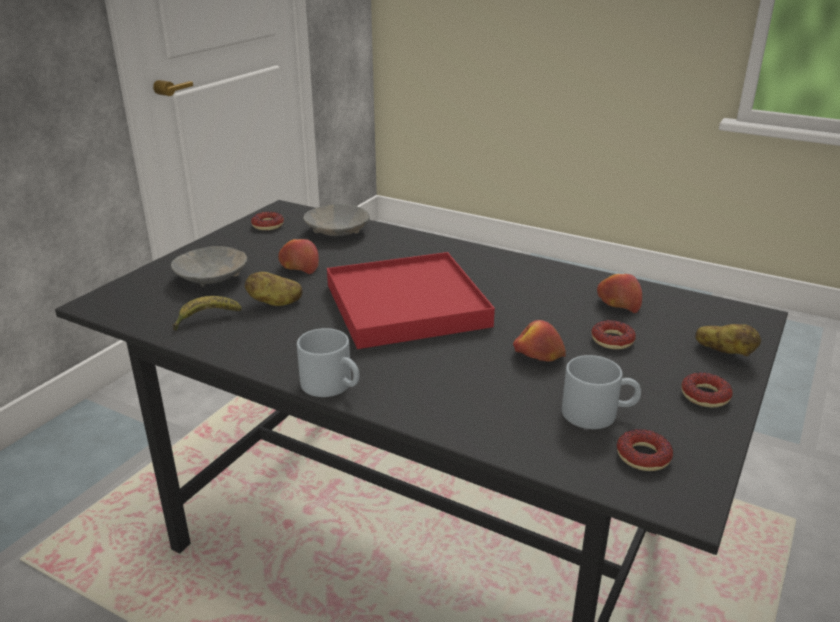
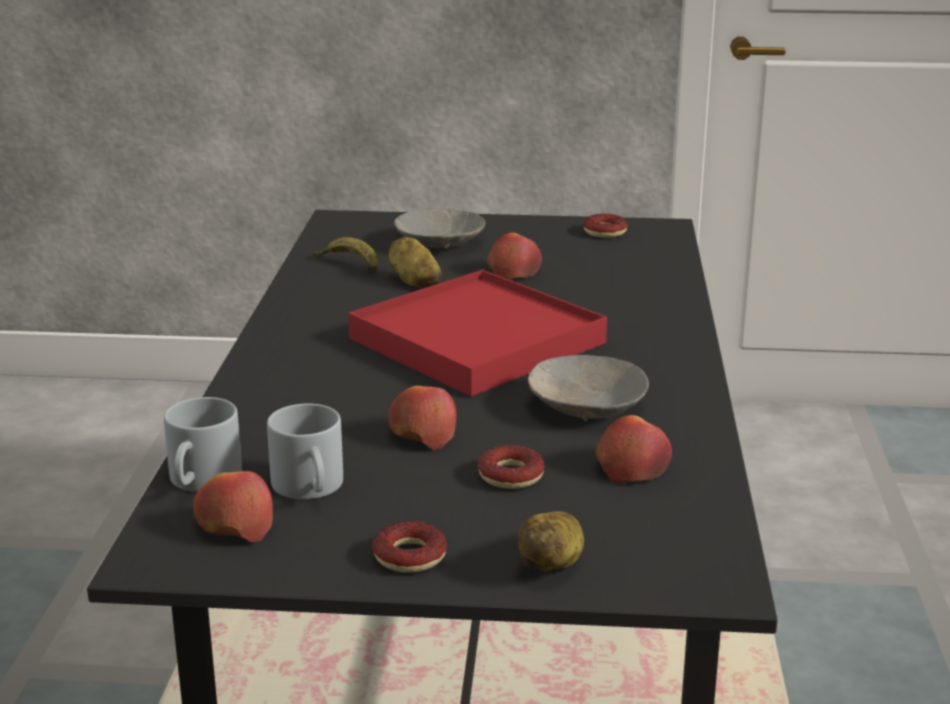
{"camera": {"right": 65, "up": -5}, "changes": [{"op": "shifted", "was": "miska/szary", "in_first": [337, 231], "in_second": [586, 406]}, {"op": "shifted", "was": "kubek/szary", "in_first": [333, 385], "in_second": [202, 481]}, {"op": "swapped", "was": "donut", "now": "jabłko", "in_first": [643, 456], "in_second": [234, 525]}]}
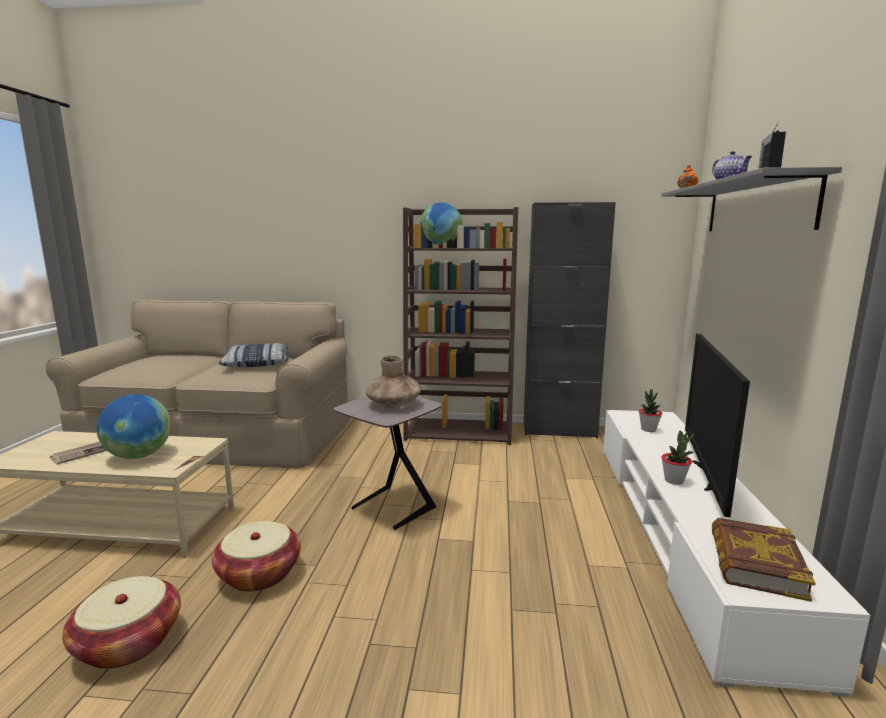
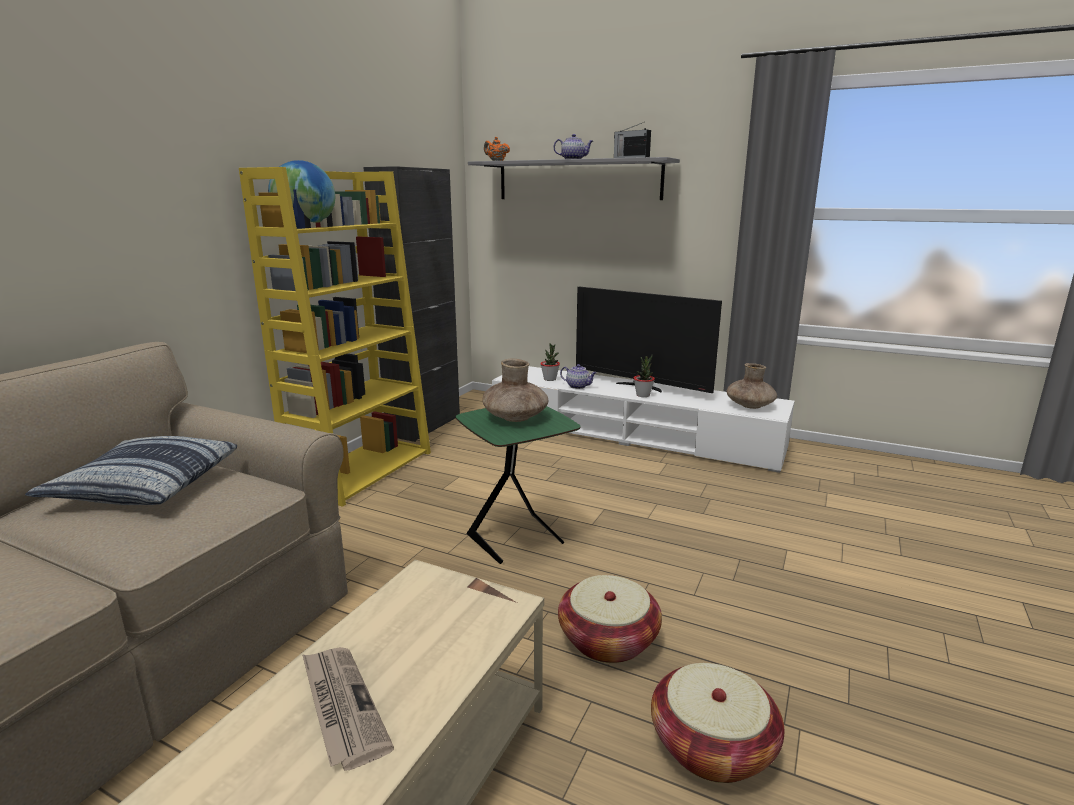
{"camera": {"right": -70, "up": 5}, "changes": [{"op": "repainted", "was": "regał/brązowy", "now": "regał/żółty", "in_first": [460, 432], "in_second": [362, 469]}, {"op": "gone", "was": "globus", "in_first": [138, 456]}, {"op": "repainted", "was": "stolik/szary", "now": "stolik/zielony", "in_first": [391, 509], "in_second": [518, 539]}, {"op": "swapped", "was": "książka", "now": "wazon/brązowy", "in_first": [755, 563], "in_second": [750, 406]}, {"op": "new", "now": "imbryk", "in_second": [578, 386]}]}
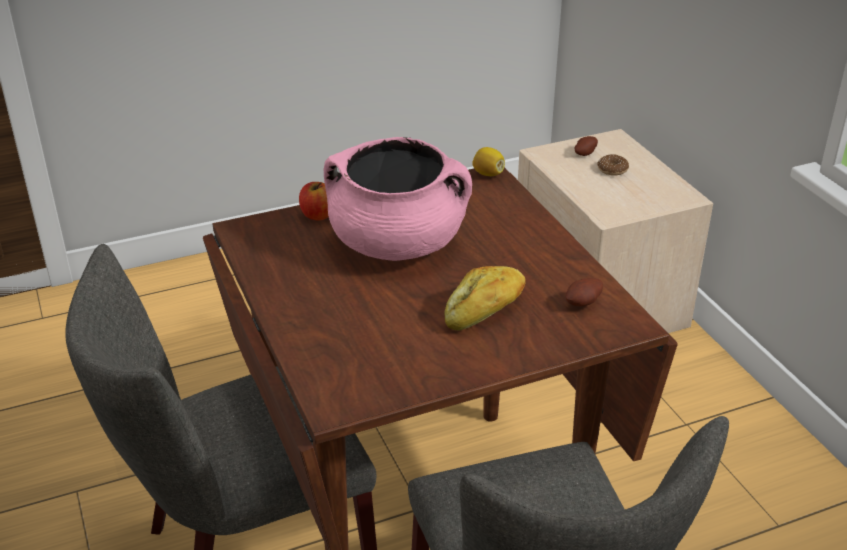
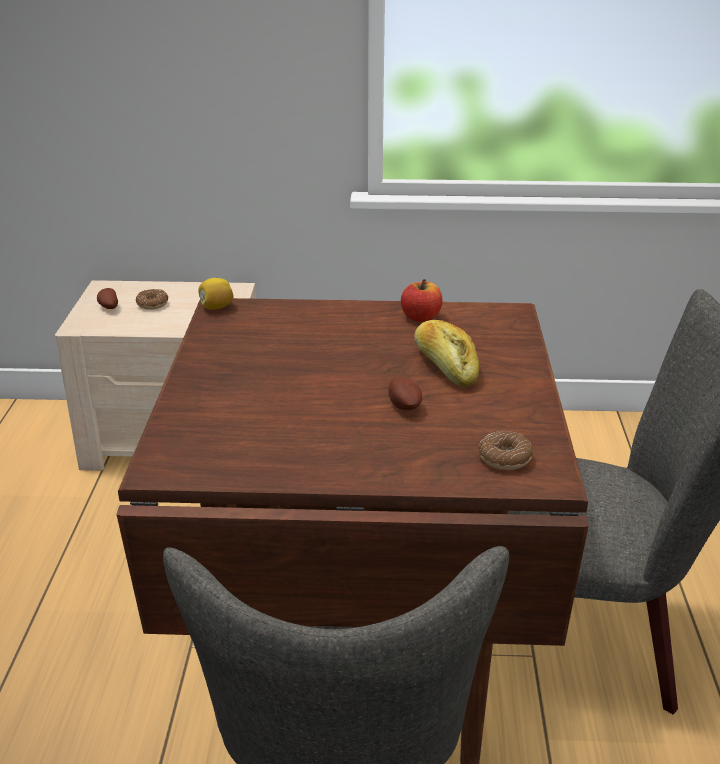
{"camera": {"right": -65, "up": -5}, "changes": [{"op": "gone", "was": "garnek/różowy", "in_first": [398, 244]}, {"op": "shifted", "was": "jabłko", "in_first": [318, 215], "in_second": [421, 317]}, {"op": "shifted", "was": "ziemniak", "in_first": [584, 303], "in_second": [405, 406]}, {"op": "new", "now": "donut", "in_second": [505, 458]}]}
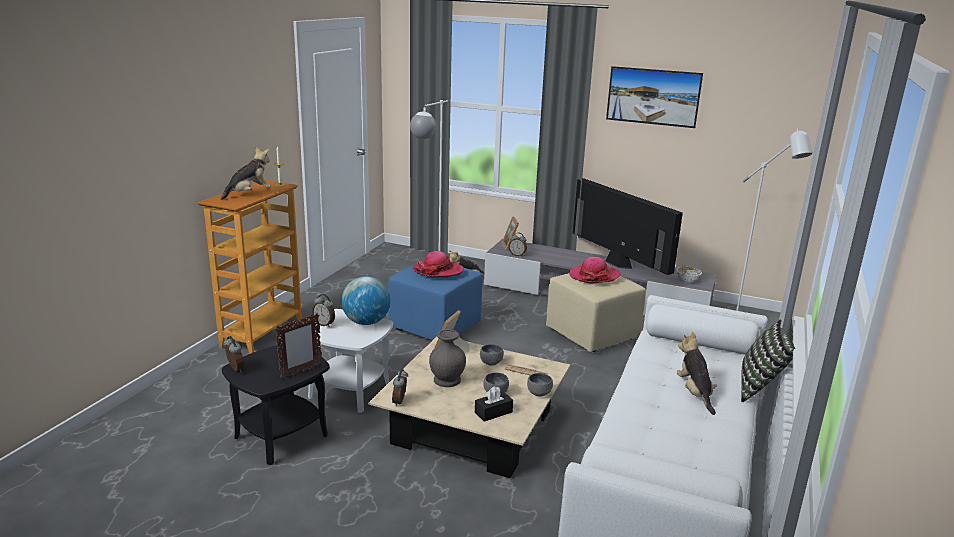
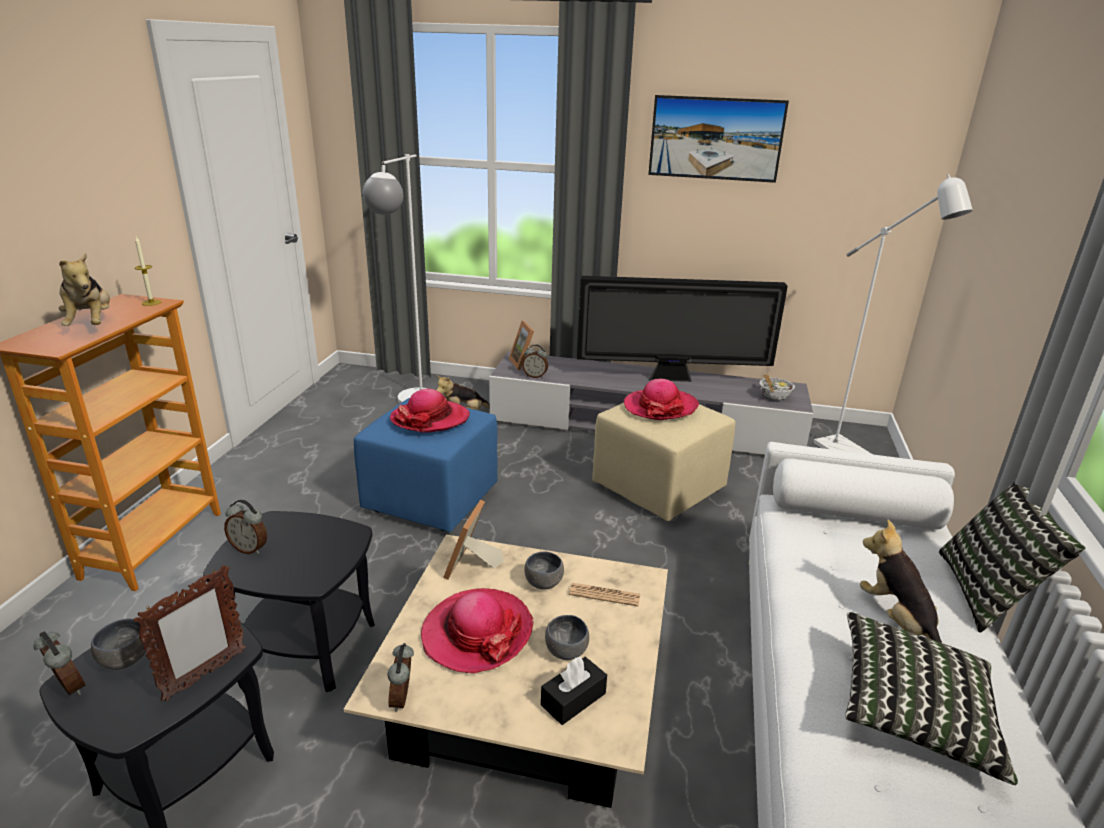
{"camera": {"right": -10, "up": 5}, "changes": [{"op": "rotated", "was": "pluszak", "in_first": [249, 194], "in_second": [91, 324], "clockwise": 120}, {"op": "rotated", "was": "telewizor", "in_first": [616, 263], "in_second": [672, 378], "clockwise": 135}, {"op": "gone", "was": "globus", "in_first": [366, 322]}, {"op": "repainted", "was": "stolik/biały", "now": "stolik/czarny", "in_first": [349, 391], "in_second": [308, 646]}, {"op": "swapped", "was": "wazon/szary", "now": "kapelusz", "in_first": [446, 380], "in_second": [476, 632]}, {"op": "shifted", "was": "miska/szary", "in_first": [538, 393], "in_second": [124, 659]}, {"op": "new", "now": "poduszka", "in_second": [913, 712]}]}
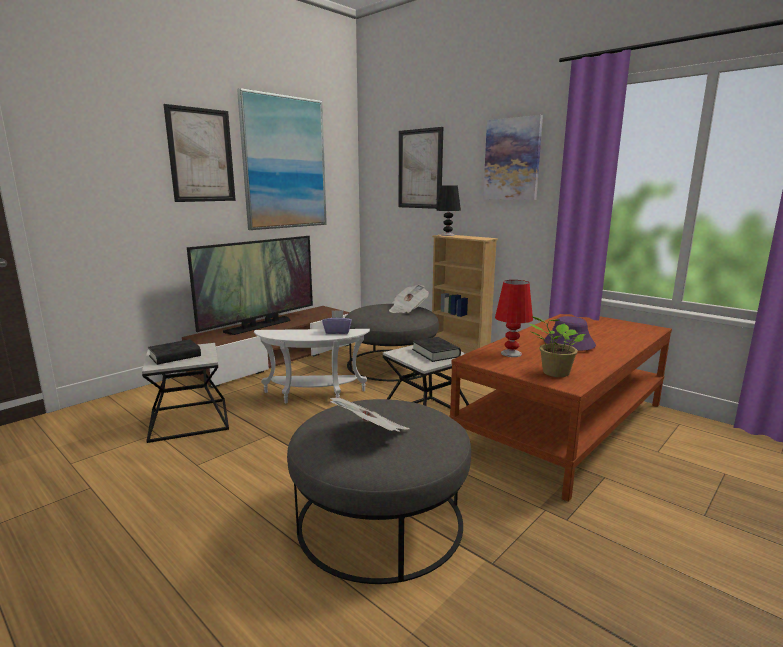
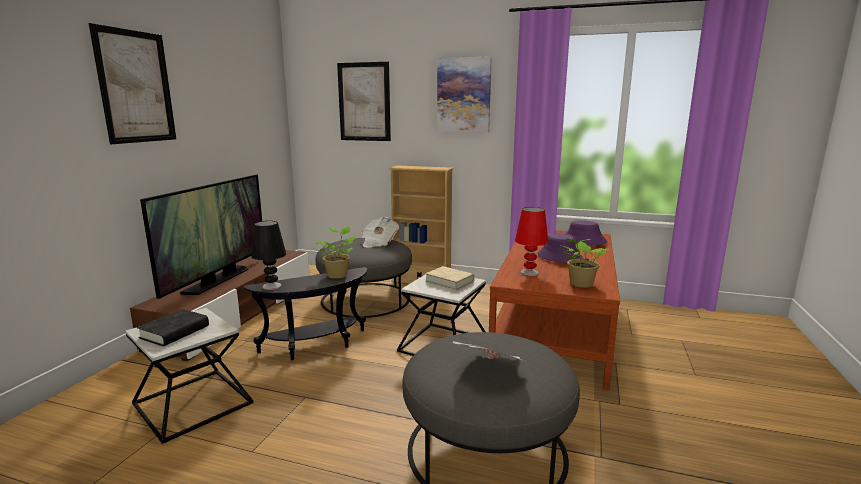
{"camera": {"right": -25, "up": 0}, "changes": [{"op": "gone", "was": "obraz", "in_first": [284, 163]}, {"op": "shifted", "was": "lampa stołowa/czarny", "in_first": [447, 235], "in_second": [272, 286]}, {"op": "swapped", "was": "pudełko chusteczek/fioletowy", "now": "roślina doniczkowa", "in_first": [337, 332], "in_second": [338, 275]}, {"op": "repainted", "was": "stolik/biały", "now": "stolik/czarny", "in_first": [313, 396], "in_second": [316, 346]}, {"op": "repainted", "was": "książka/czarny", "now": "książka/beżowy", "in_first": [435, 353], "in_second": [449, 282]}, {"op": "new", "now": "kapelusz/fioletowy", "in_second": [583, 241]}]}
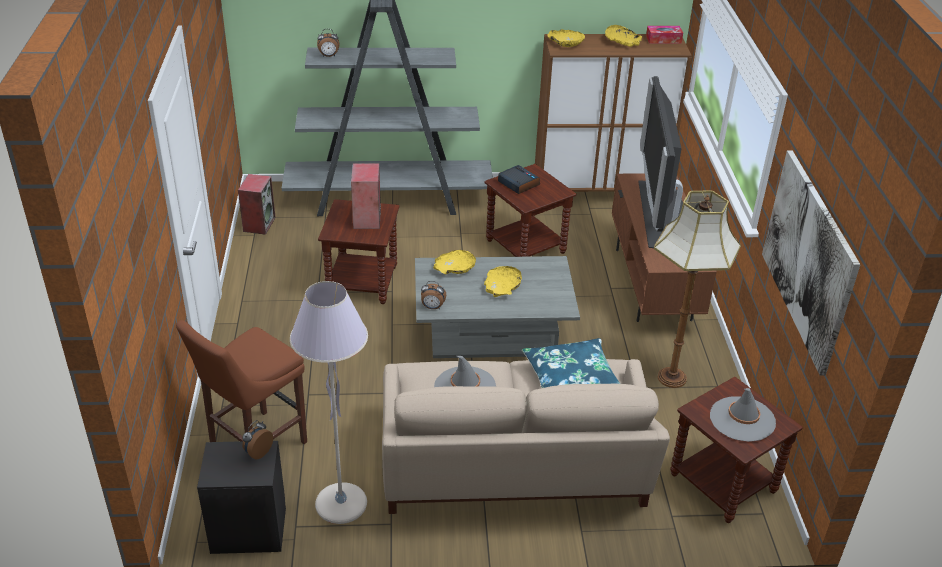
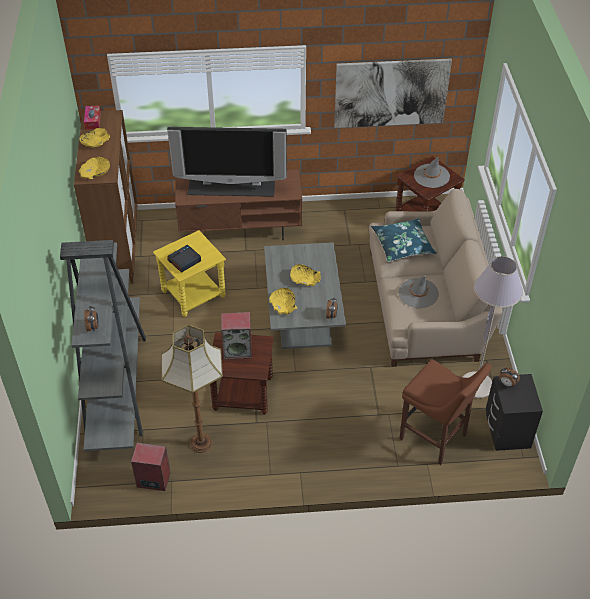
{"camera": {"right": -90, "up": 10}, "changes": [{"op": "repainted", "was": "stolik/brązowy", "now": "stolik/żółty", "in_first": [525, 247], "in_second": [193, 295]}, {"op": "shifted", "was": "lampa stojąca", "in_first": [671, 378], "in_second": [202, 444]}]}
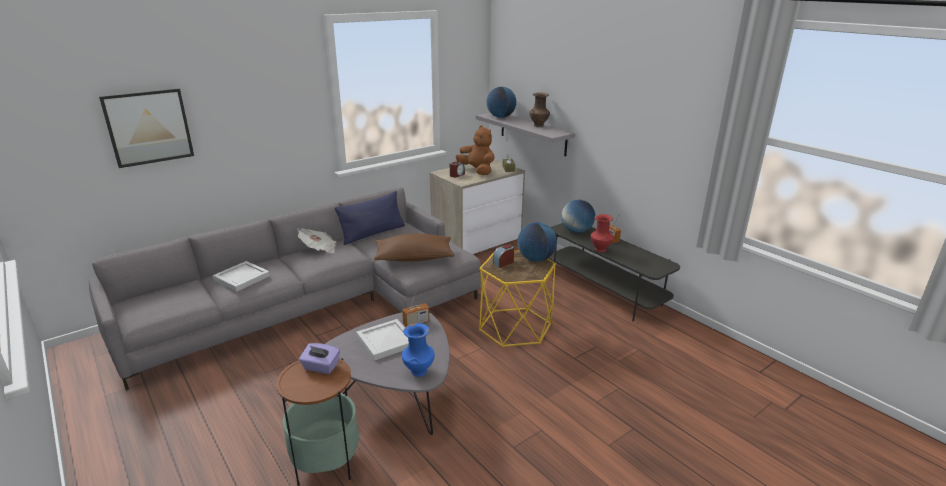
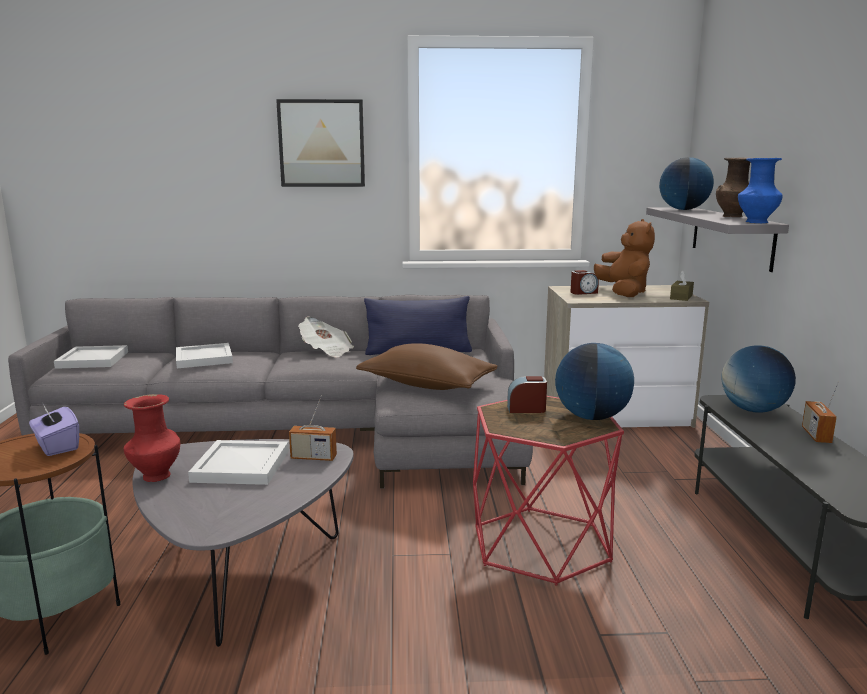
{"camera": {"right": 35, "up": -10}, "changes": [{"op": "shifted", "was": "obraz", "in_first": [149, 127], "in_second": [321, 143]}, {"op": "shifted", "was": "wazon/czerwony", "in_first": [600, 250], "in_second": [155, 477]}, {"op": "repainted", "was": "stolik/żółty", "now": "stolik/czerwony", "in_first": [515, 327], "in_second": [541, 544]}, {"op": "shifted", "was": "wazon/niebieski", "in_first": [418, 372], "in_second": [756, 222]}, {"op": "new", "now": "taca/biały", "in_second": [93, 360]}]}
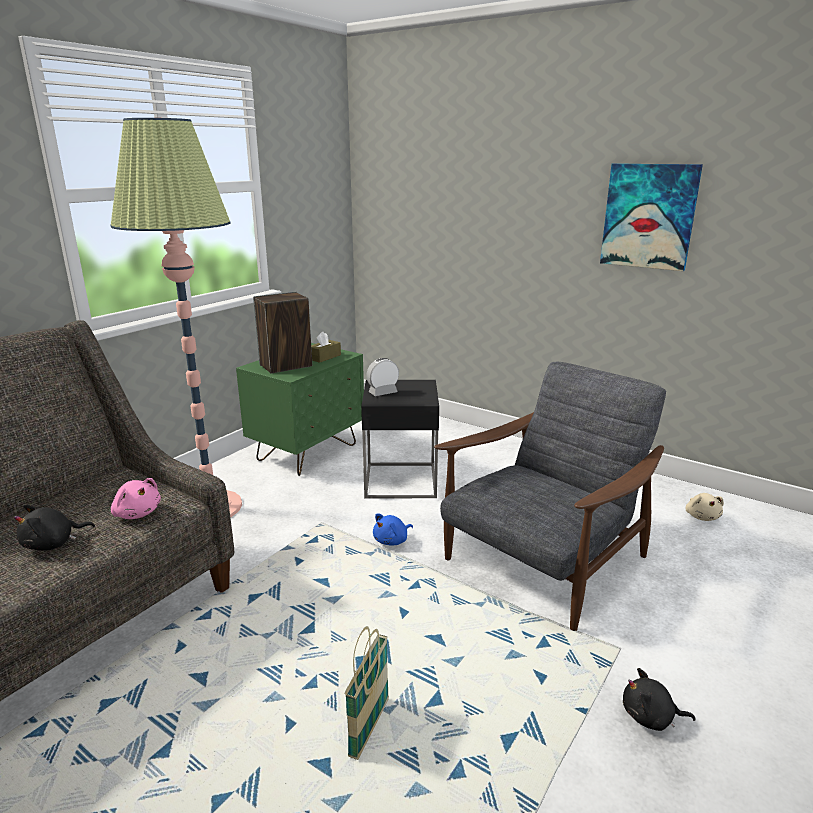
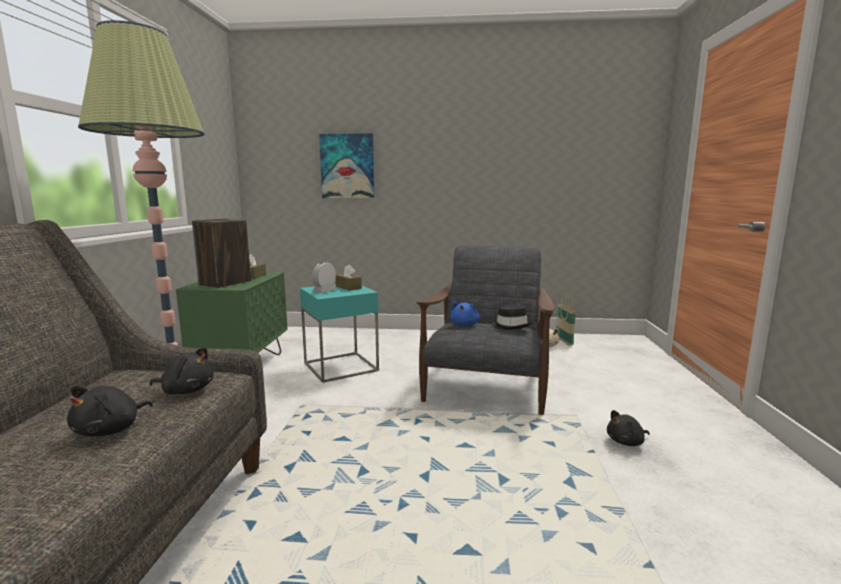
{"camera": {"right": -30, "up": -10}, "changes": [{"op": "shifted", "was": "obraz", "in_first": [649, 216], "in_second": [347, 166]}, {"op": "repainted", "was": "stolik/czarny", "now": "stolik/turkusowy", "in_first": [400, 480], "in_second": [340, 367]}, {"op": "repainted", "was": "pluszak/różowy", "now": "pluszak/czarny", "in_first": [137, 513], "in_second": [186, 390]}, {"op": "shifted", "was": "pluszak/niebieski", "in_first": [392, 540], "in_second": [465, 325]}, {"op": "shifted", "was": "koszyk", "in_first": [369, 729], "in_second": [564, 341]}, {"op": "new", "now": "pudełko chusteczek/brązowy", "in_second": [348, 287]}, {"op": "new", "now": "kapelusz/czarny", "in_second": [511, 326]}]}
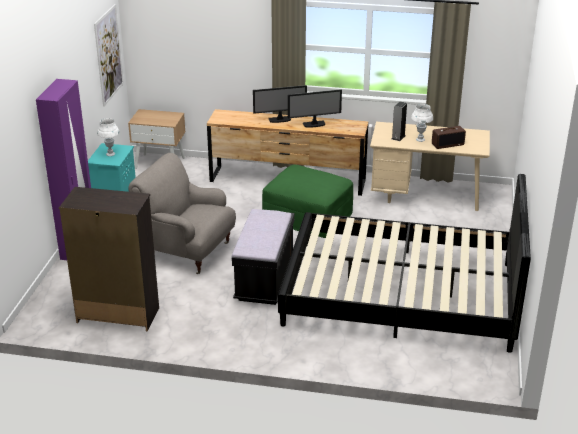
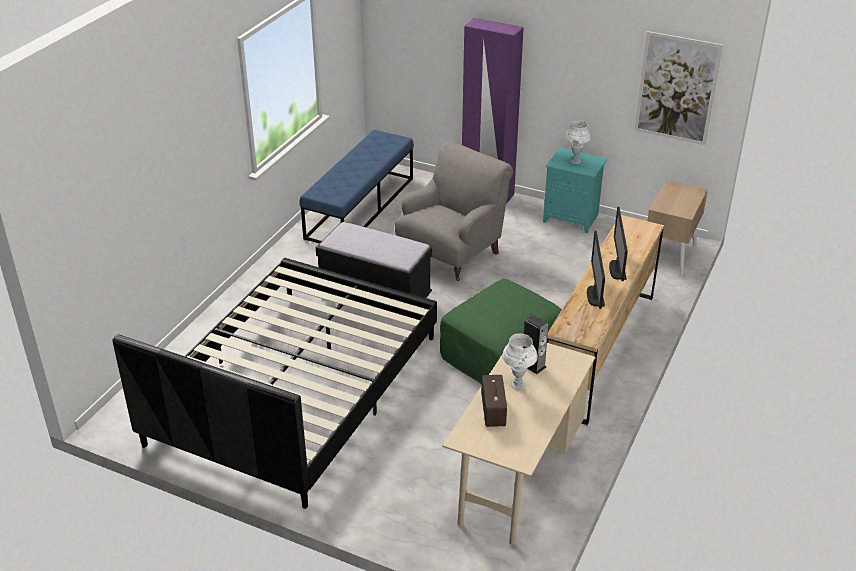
{"camera": {"right": 105, "up": 5}, "changes": [{"op": "swapped", "was": "komoda/czarny", "now": "ławka/niebieski", "in_first": [117, 315], "in_second": [360, 207]}]}
